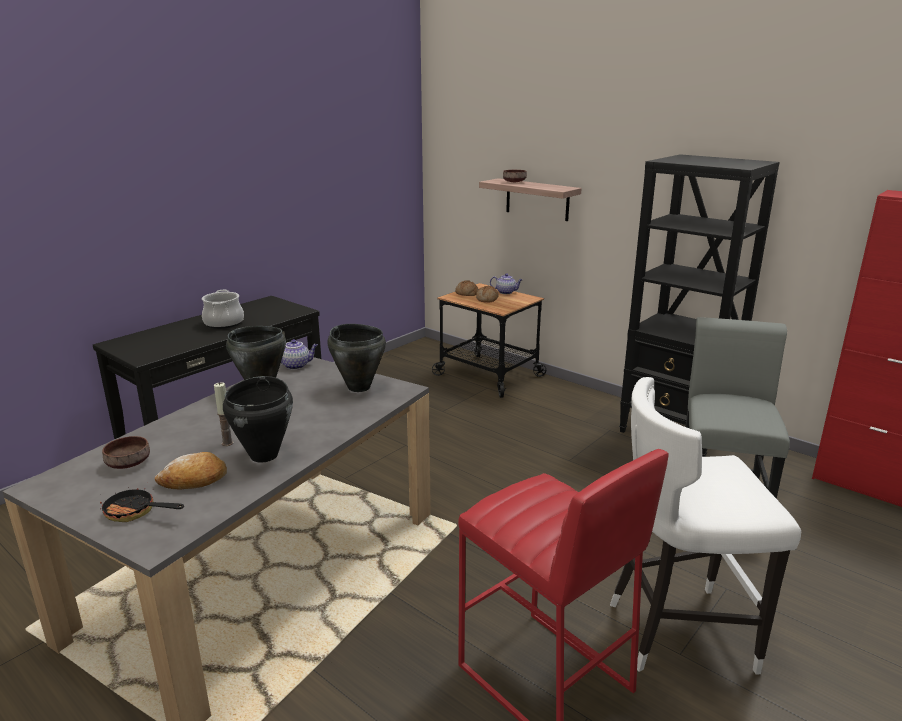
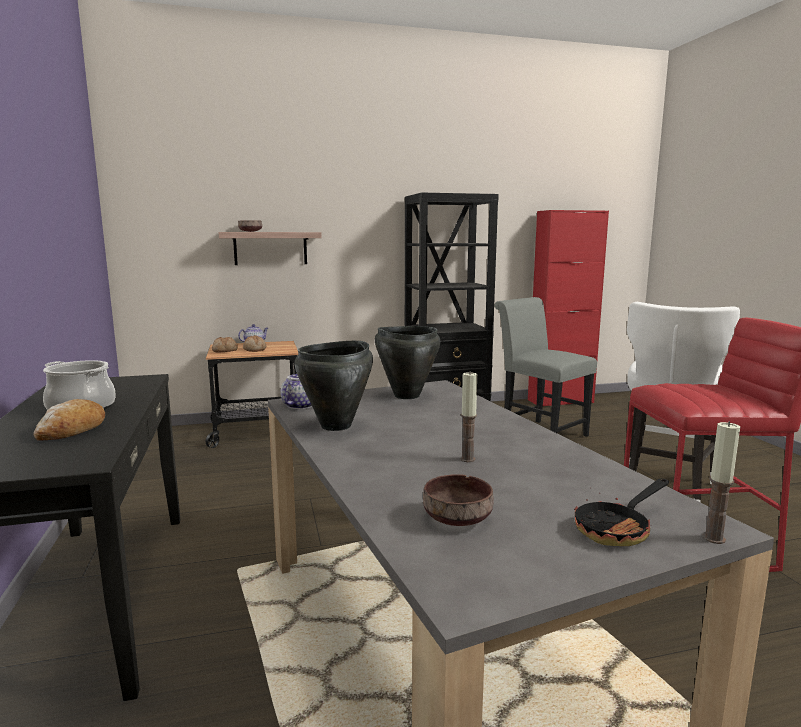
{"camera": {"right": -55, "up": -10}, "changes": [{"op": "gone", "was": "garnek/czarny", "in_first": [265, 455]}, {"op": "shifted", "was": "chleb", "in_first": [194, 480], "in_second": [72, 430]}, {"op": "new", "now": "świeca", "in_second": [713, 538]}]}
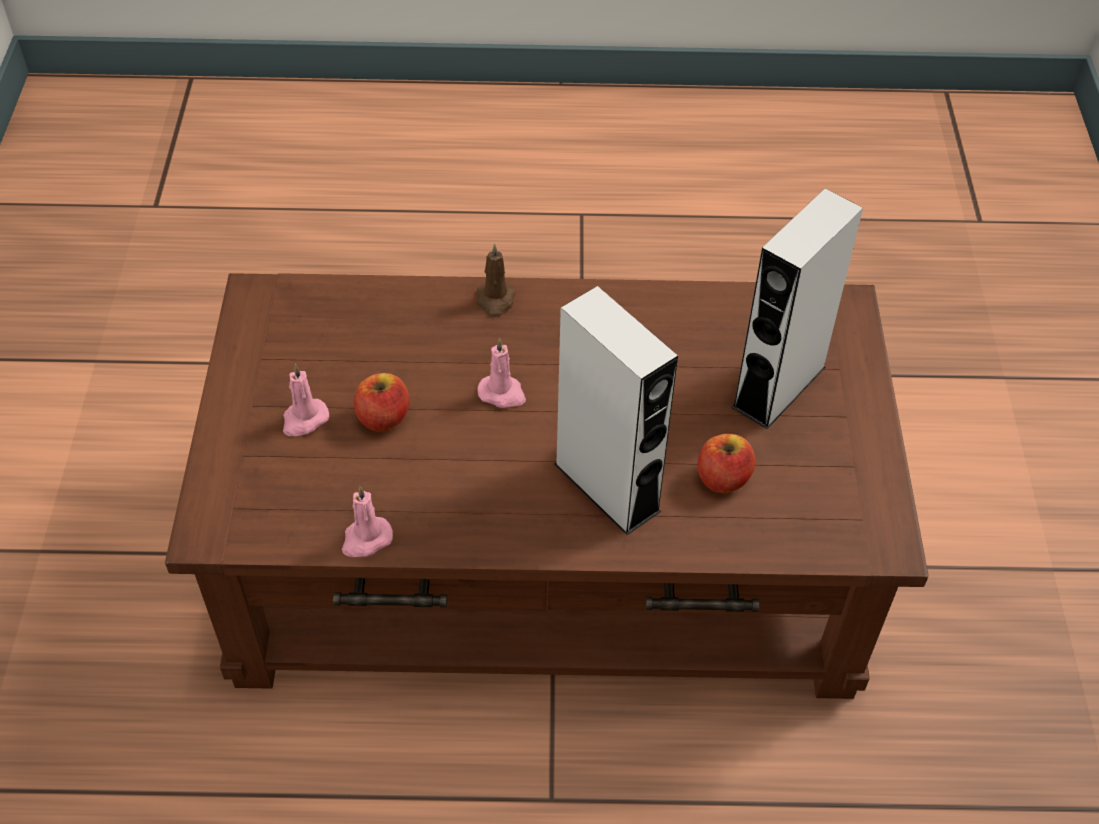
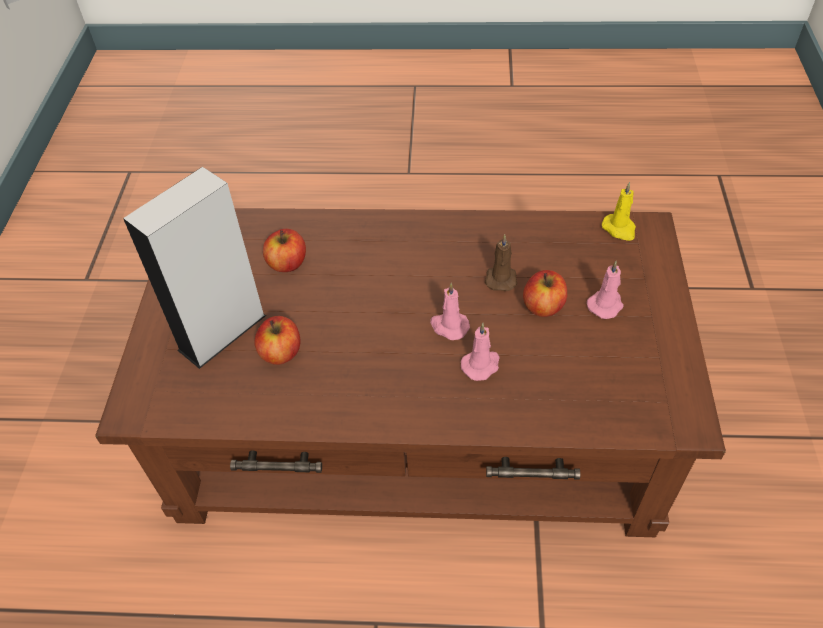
{"camera": {"right": -175, "up": 0}, "changes": [{"op": "shifted", "was": "świeca/brązowy", "in_first": [495, 300], "in_second": [501, 278]}, {"op": "gone", "was": "głośnik/szary", "in_first": [607, 487]}, {"op": "shifted", "was": "świeca/różowy", "in_first": [366, 539], "in_second": [481, 365]}, {"op": "new", "now": "świeca/żółty", "in_second": [619, 229]}, {"op": "new", "now": "jabłko", "in_second": [281, 352]}]}
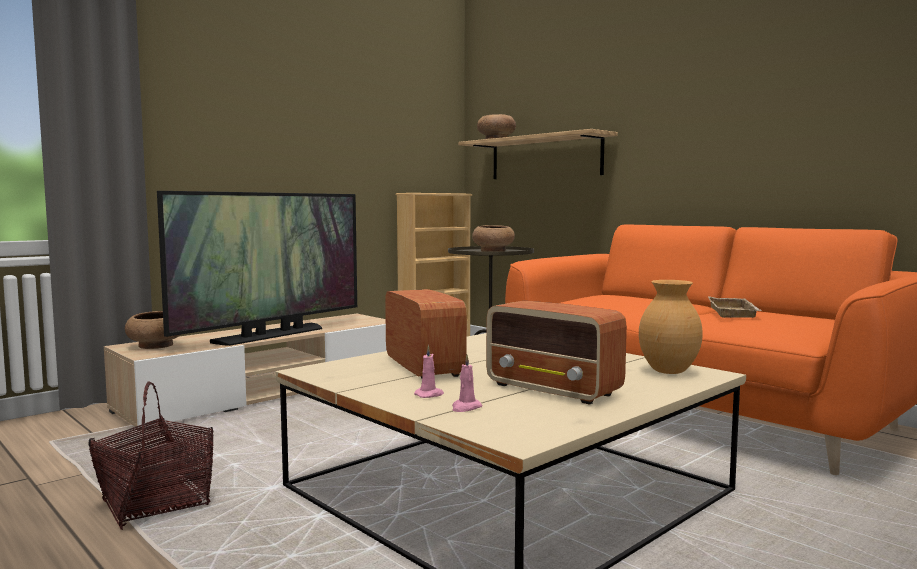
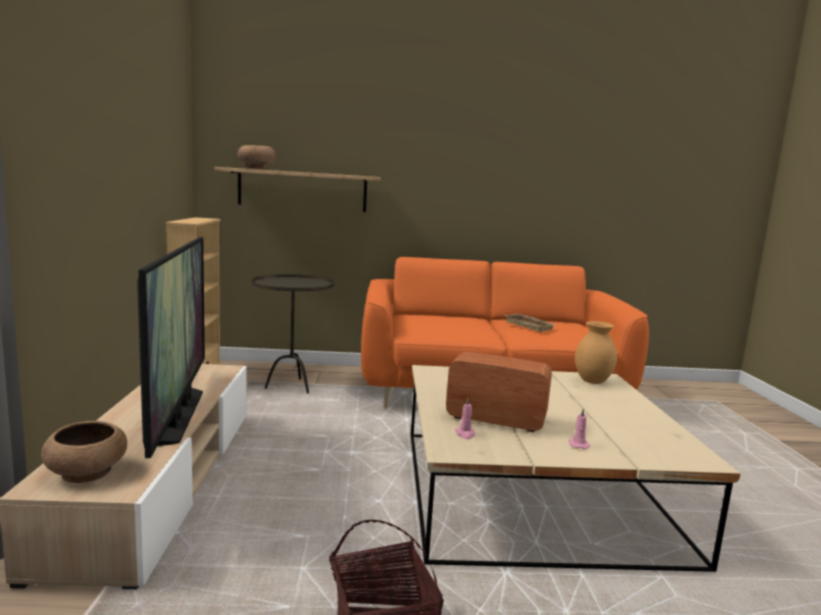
{"camera": {"right": -50, "up": 5}, "changes": [{"op": "gone", "was": "miska/brązowy", "in_first": [493, 251]}, {"op": "gone", "was": "radio", "in_first": [554, 390]}, {"op": "shifted", "was": "świeca/różowy", "in_first": [465, 408], "in_second": [465, 434]}]}
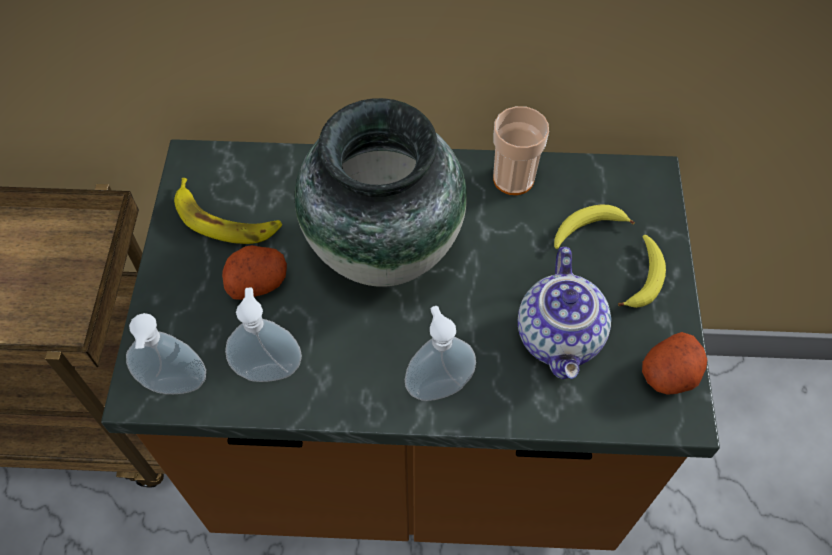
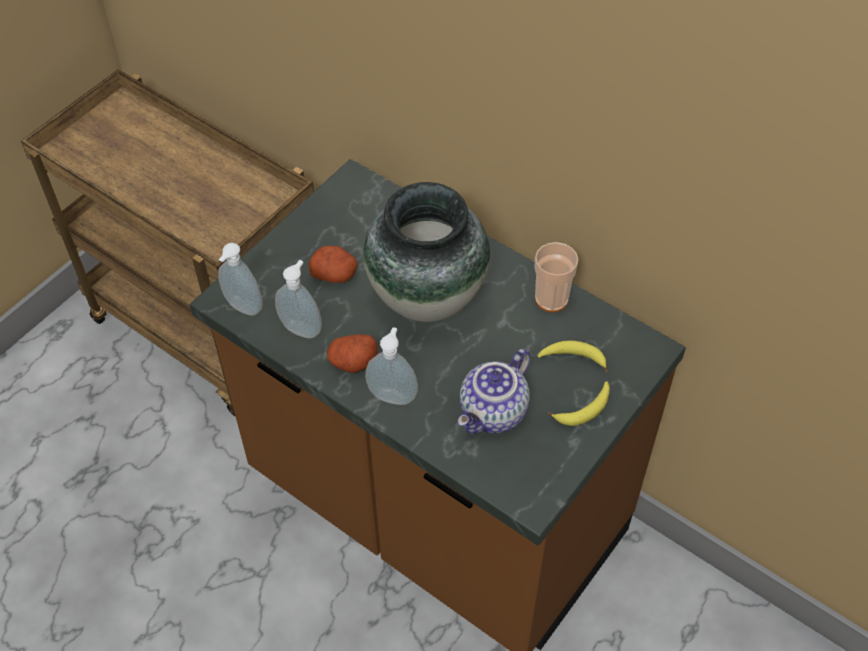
{"camera": {"right": 35, "up": -5}, "changes": [{"op": "gone", "was": "banan", "in_first": [226, 219]}, {"op": "shifted", "was": "ziemniak", "in_first": [669, 375], "in_second": [353, 362]}]}
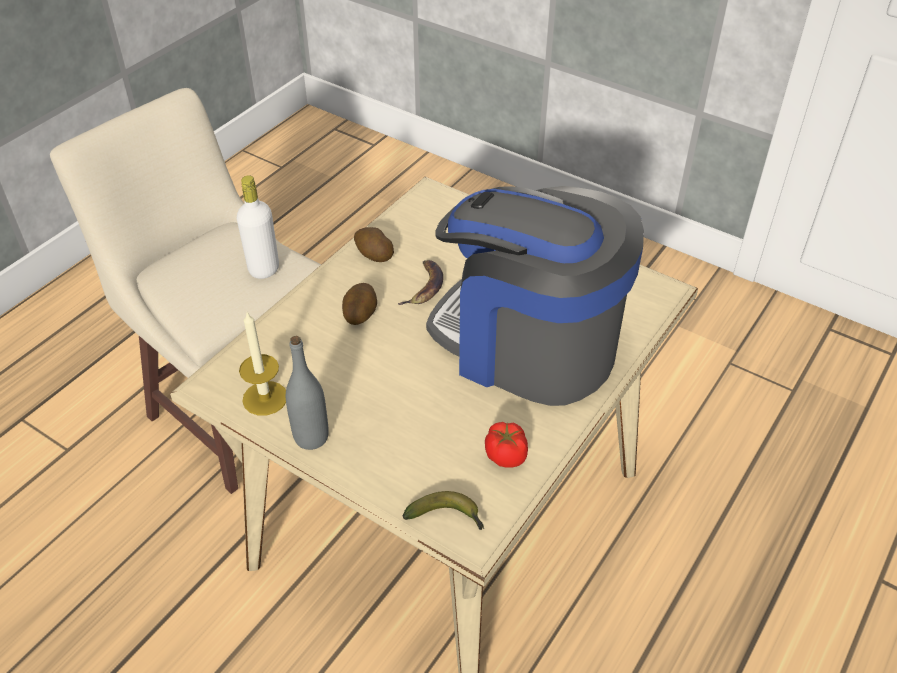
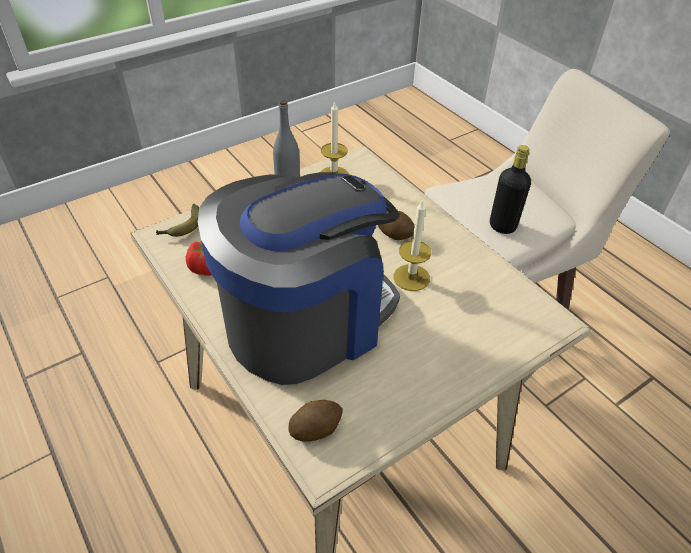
{"camera": {"right": 110, "up": 0}, "changes": [{"op": "repainted", "was": "butelka/biały", "now": "butelka/czarny", "in_first": [264, 269], "in_second": [502, 226]}, {"op": "shifted", "was": "ziemniak", "in_first": [373, 255], "in_second": [316, 428]}, {"op": "swapped", "was": "banan", "now": "świeca", "in_first": [424, 287], "in_second": [411, 277]}]}
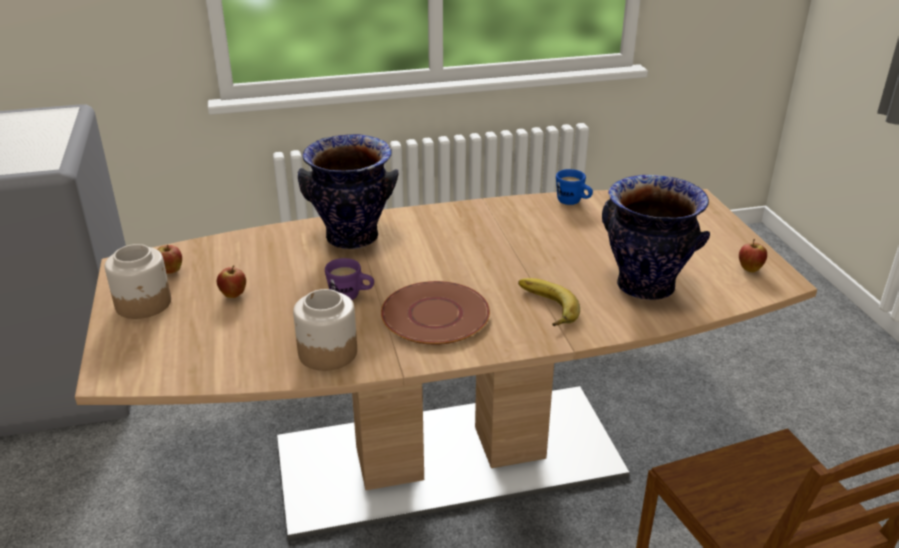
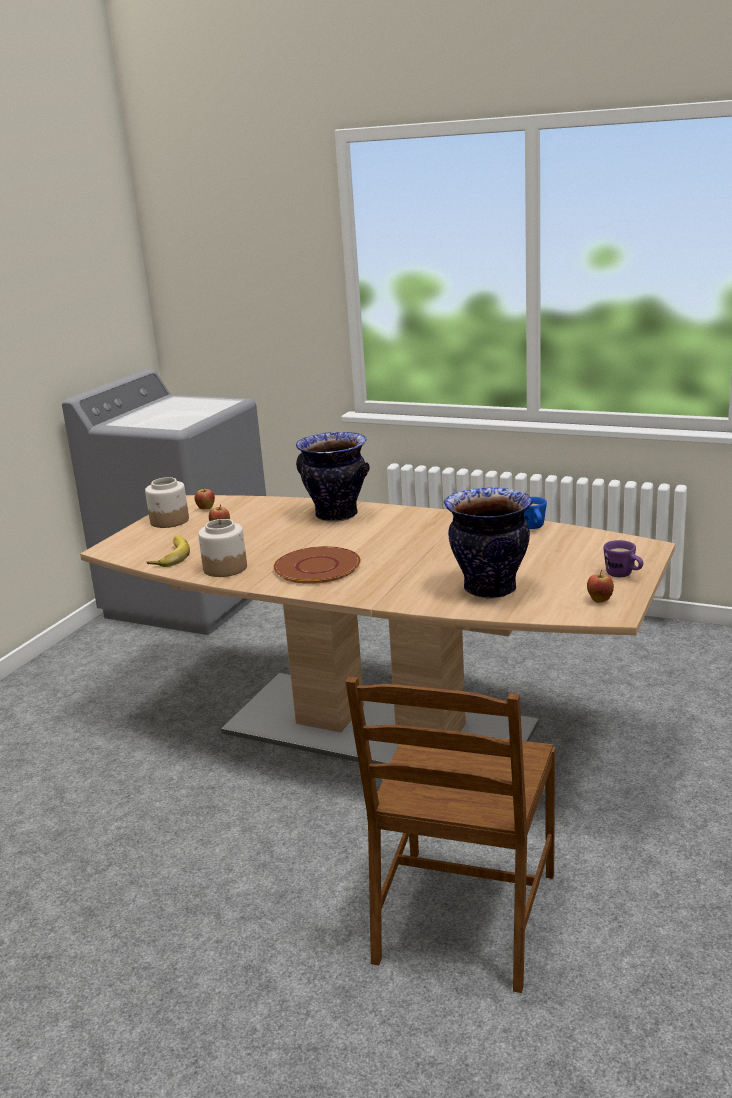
{"camera": {"right": 40, "up": -10}, "changes": [{"op": "shifted", "was": "kubek/fioletowy", "in_first": [351, 297], "in_second": [623, 575]}, {"op": "shifted", "was": "banan", "in_first": [544, 307], "in_second": [169, 556]}]}
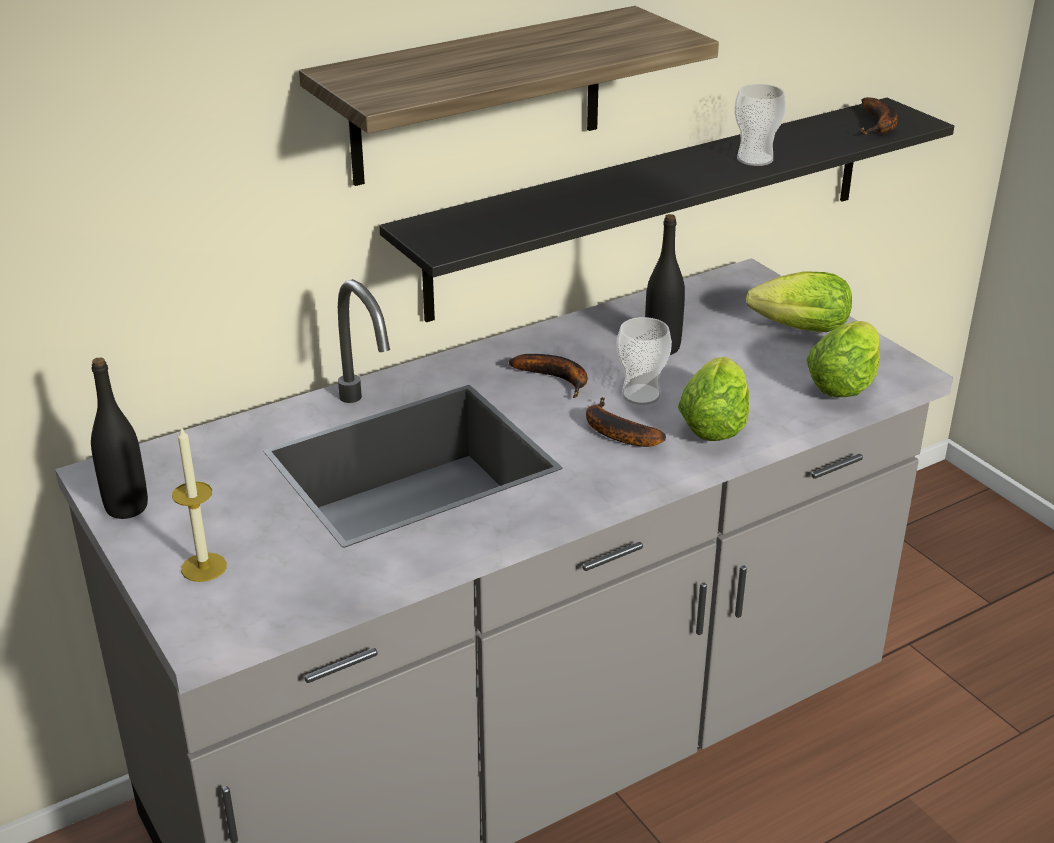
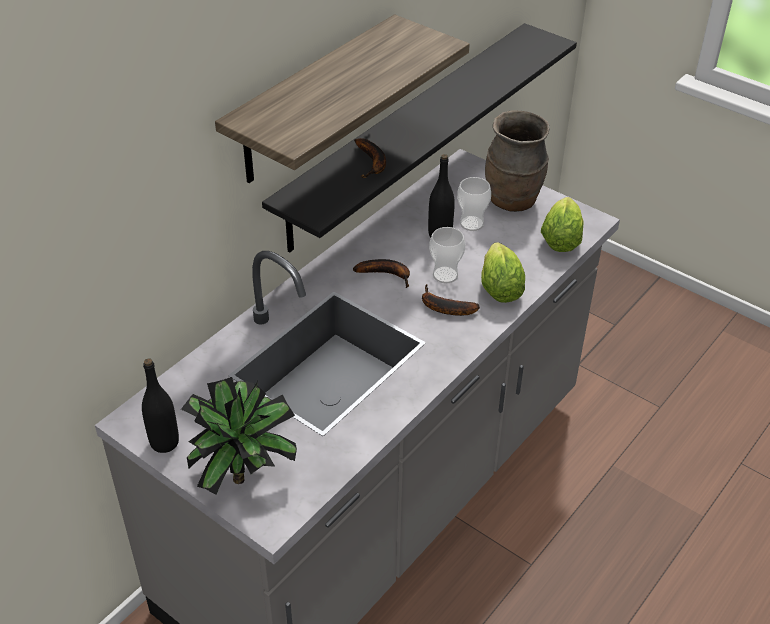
{"camera": {"right": -20, "up": 10}, "changes": [{"op": "shifted", "was": "filiżanka", "in_first": [755, 159], "in_second": [471, 223]}, {"op": "shifted", "was": "banan", "in_first": [879, 125], "in_second": [372, 163]}, {"op": "swapped", "was": "sałata", "now": "wazon/brązowy", "in_first": [795, 329], "in_second": [513, 202]}, {"op": "swapped", "was": "świeca", "now": "roślina doniczkowa", "in_first": [204, 567], "in_second": [244, 474]}]}
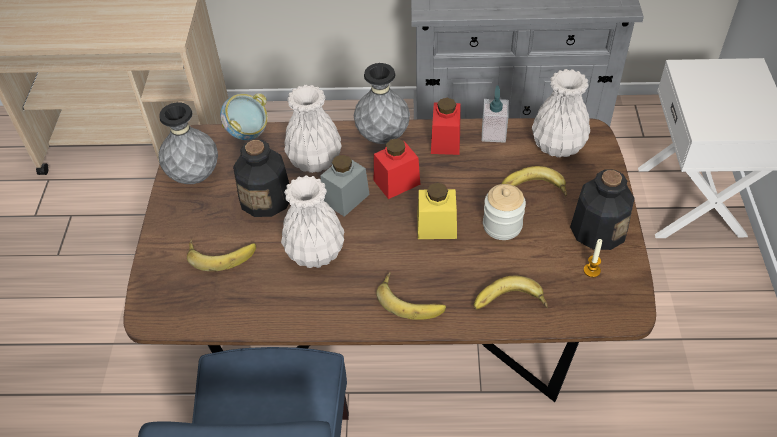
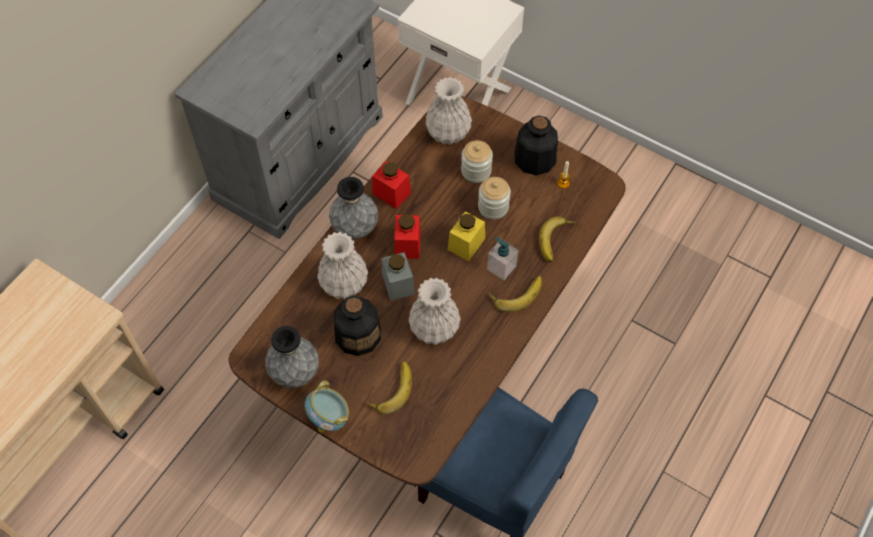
{"camera": {"right": -60, "up": 10}, "changes": [{"op": "shifted", "was": "dozownik mydła", "in_first": [493, 133], "in_second": [501, 267]}, {"op": "shifted", "was": "miska", "in_first": [248, 133], "in_second": [329, 417]}, {"op": "swapped", "was": "banan", "now": "słoik", "in_first": [533, 189], "in_second": [476, 171]}]}
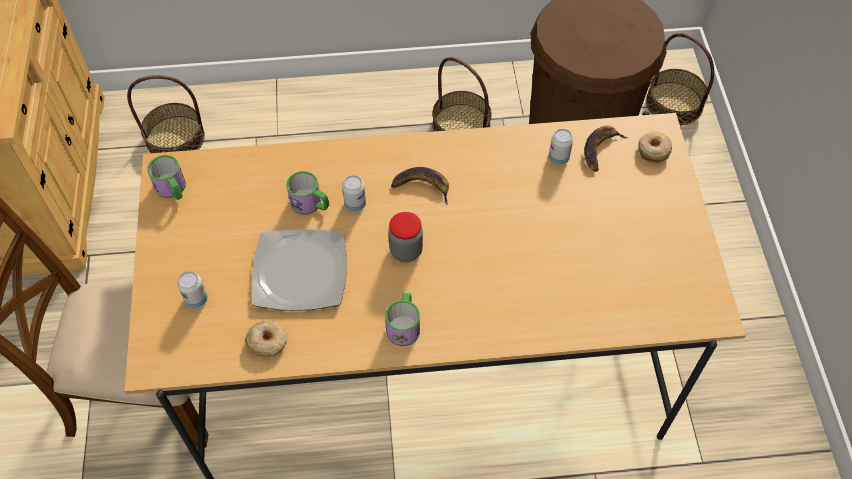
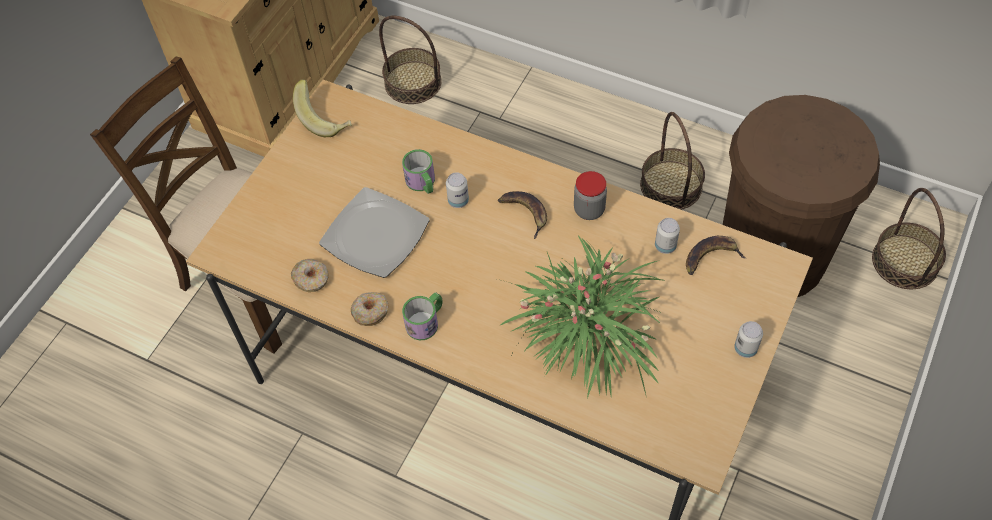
{"camera": {"right": 35, "up": 0}, "changes": [{"op": "shifted", "was": "donut", "in_first": [653, 151], "in_second": [370, 312]}, {"op": "swapped", "was": "kubek", "now": "banan", "in_first": [172, 189], "in_second": [325, 119]}, {"op": "shifted", "was": "słoik", "in_first": [406, 251], "in_second": [589, 210]}, {"op": "shifted", "was": "puszka", "in_first": [196, 299], "in_second": [745, 349]}, {"op": "new", "now": "roślina doniczkowa", "in_second": [588, 335]}]}
